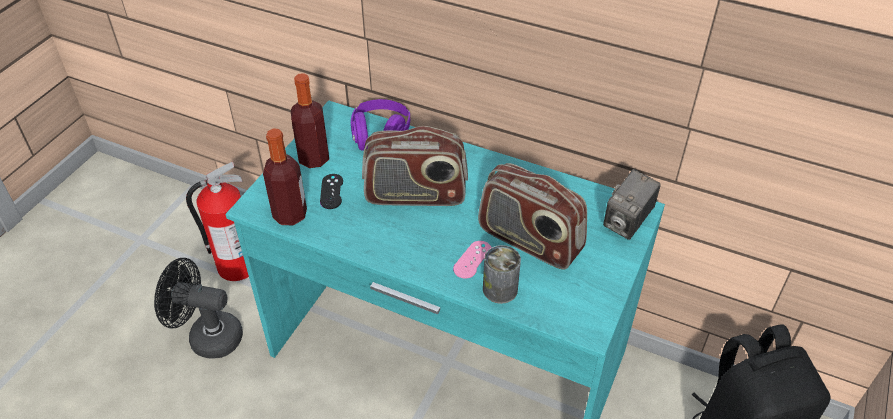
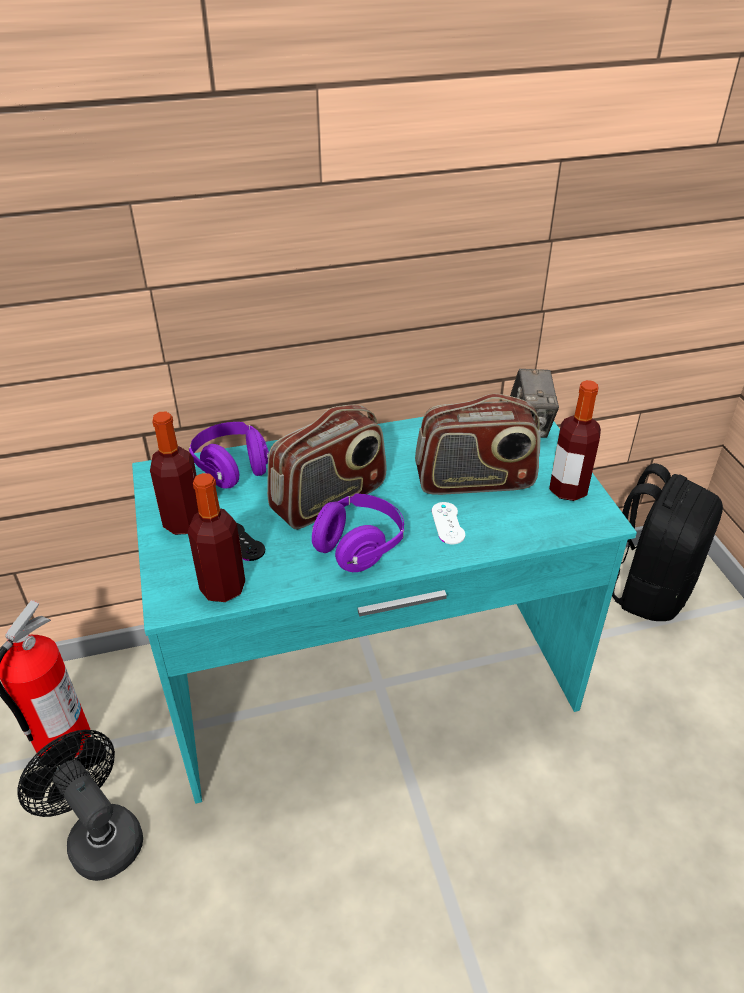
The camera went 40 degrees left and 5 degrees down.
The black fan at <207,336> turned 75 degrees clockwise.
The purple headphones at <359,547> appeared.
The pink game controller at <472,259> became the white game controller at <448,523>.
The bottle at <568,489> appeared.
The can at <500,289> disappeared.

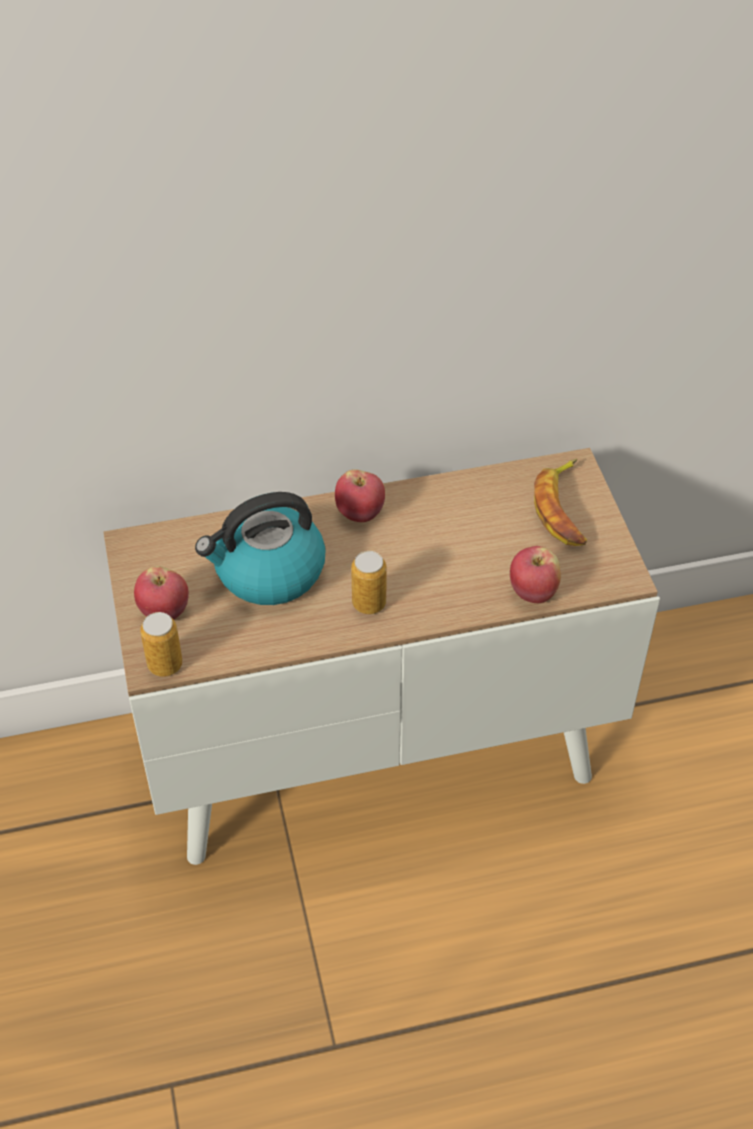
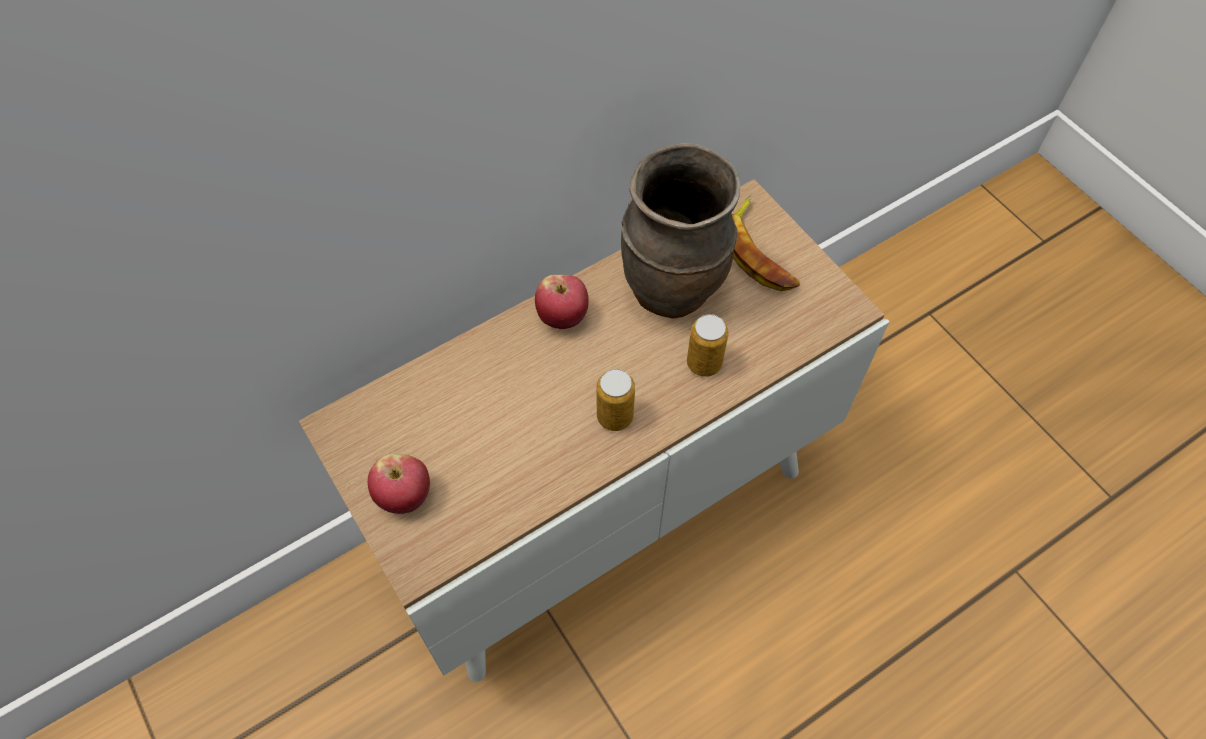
The camera went 20 degrees left and 10 degrees up.
The brown vase at <673,289> appeared.
The can moved from <165,664> to <704,363>.
The kettle at <268,572> disappeared.
The apple at <533,592> disappeared.

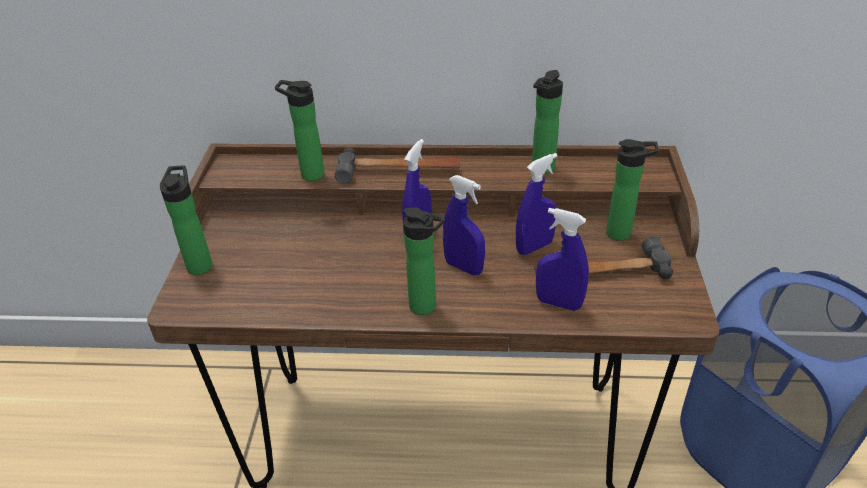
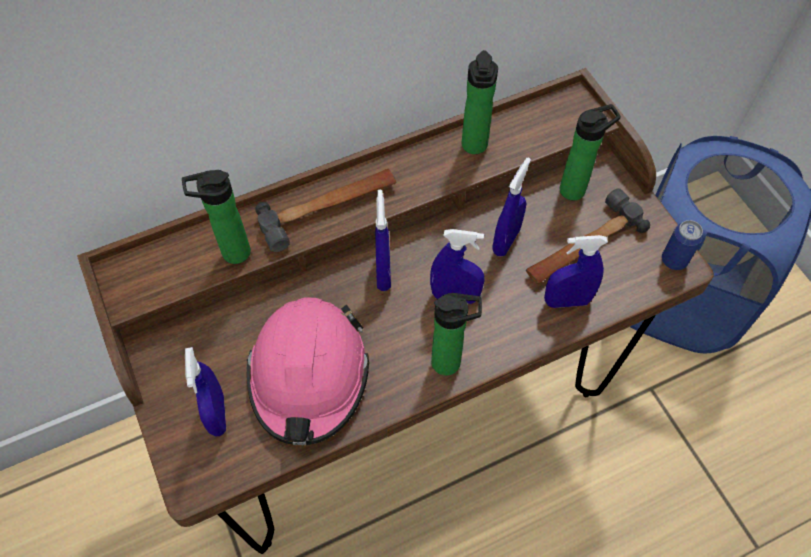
The camera went 30 degrees left and 20 degrees up.
The blue spray bottle at <217,414> appeared.
The pink hard hat at <309,376> appeared.
The can at <674,260> appeared.
The bottle at <200,264> disappeared.

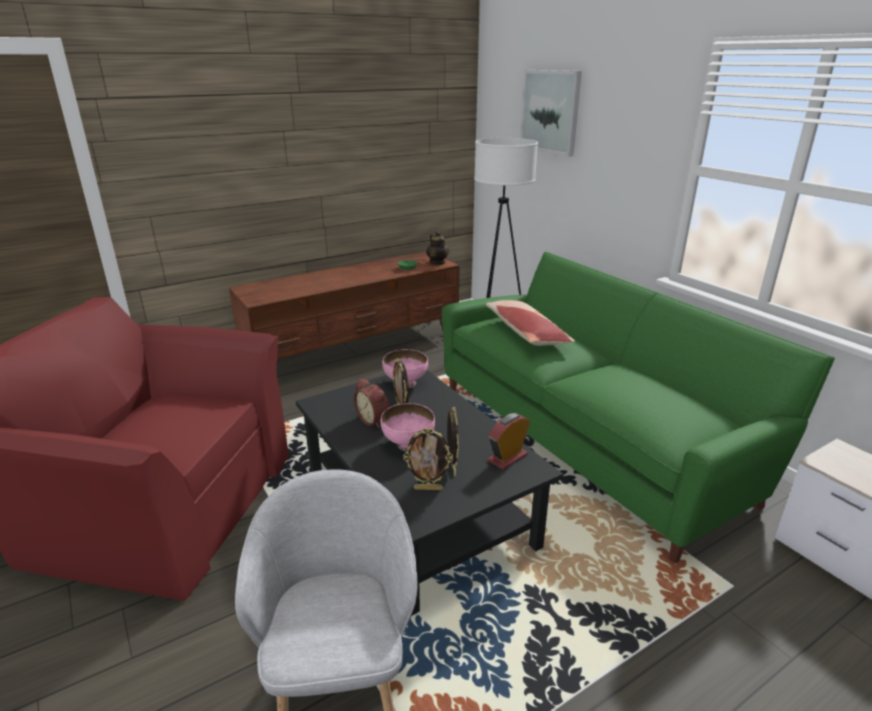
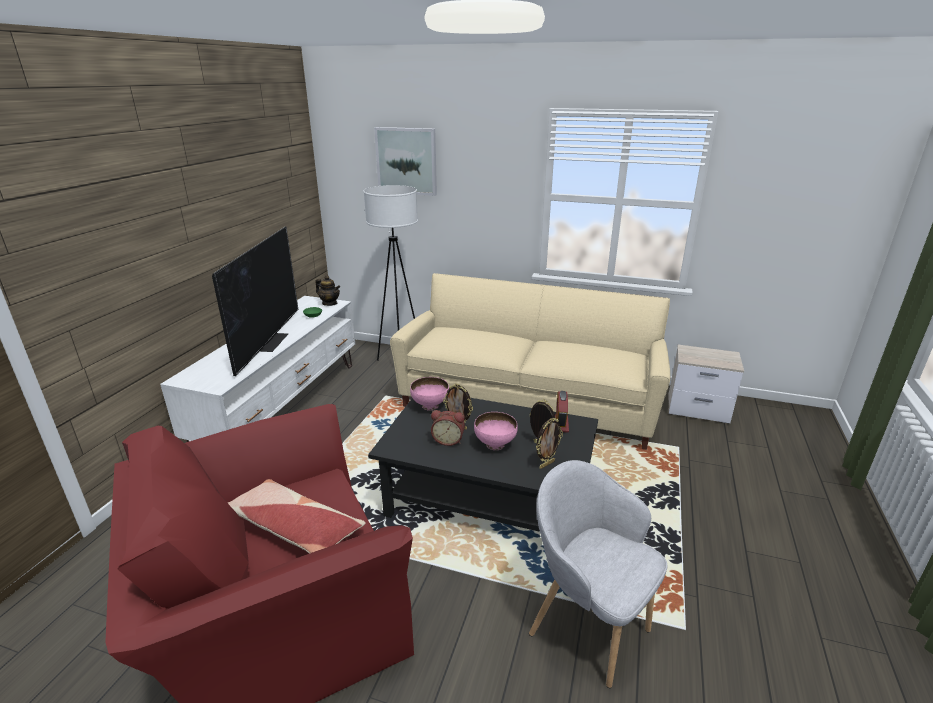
The camera went 40 degrees left and 0 degrees up.
The brown tv stand at <355,350> became the white tv stand at <283,406>.
The television at <269,341> appeared.
The pillow moved from <526,333> to <294,527>.
The green sofa at <590,438> became the beige sofa at <528,400>.

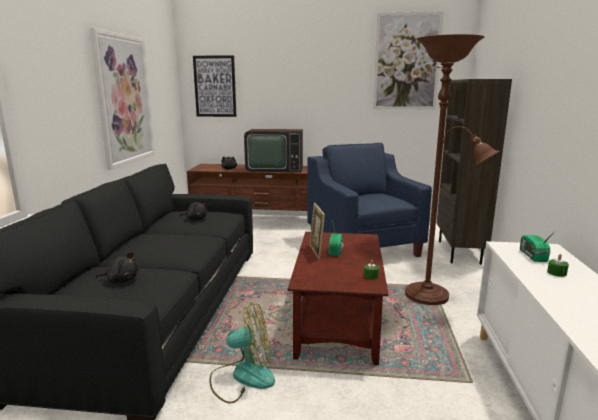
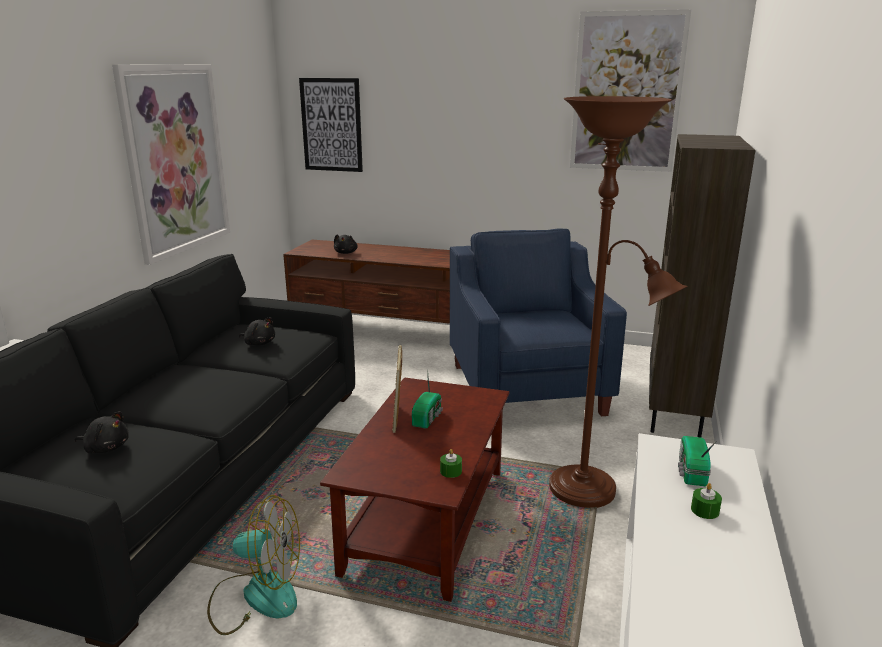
The camera went 10 degrees right and 5 degrees up.
The television at <274,169> disappeared.

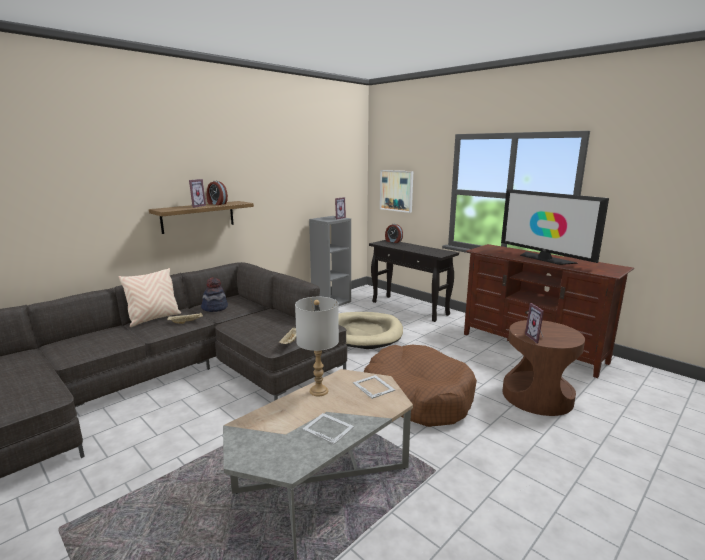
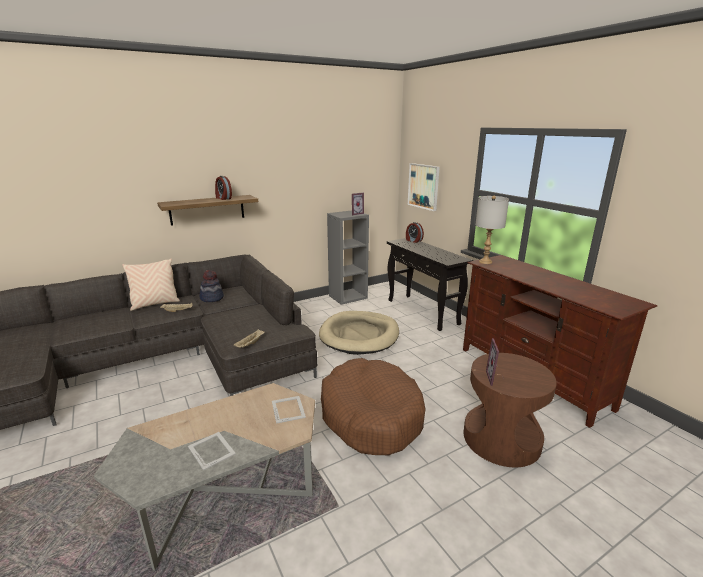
The camera went 15 degrees right and 5 degrees up.
The grey table lamp moved from <318,391> to <485,262>.
The picture frame at <195,206> disappeared.
The television at <544,258> disappeared.

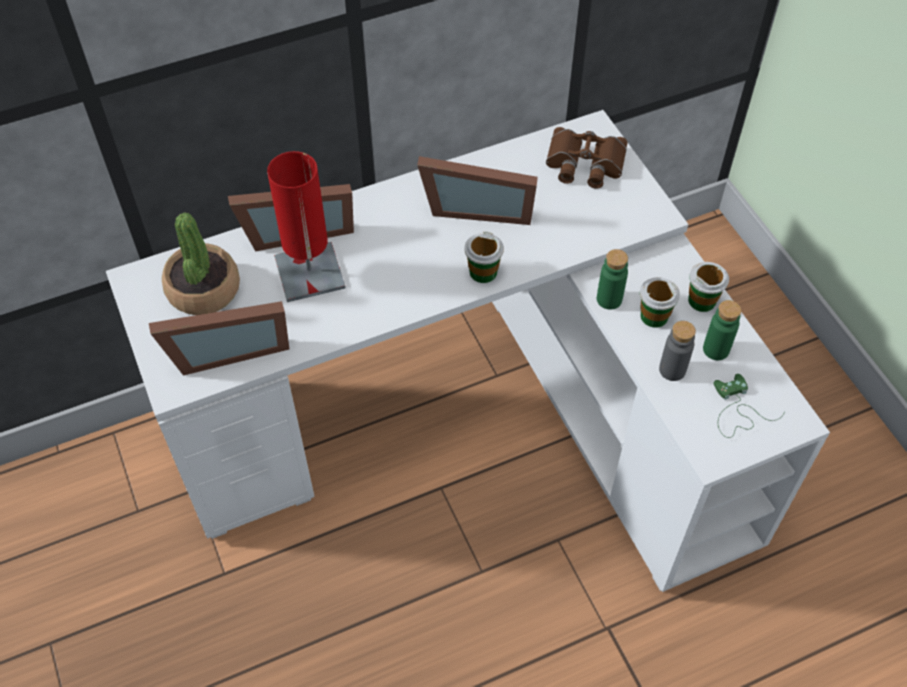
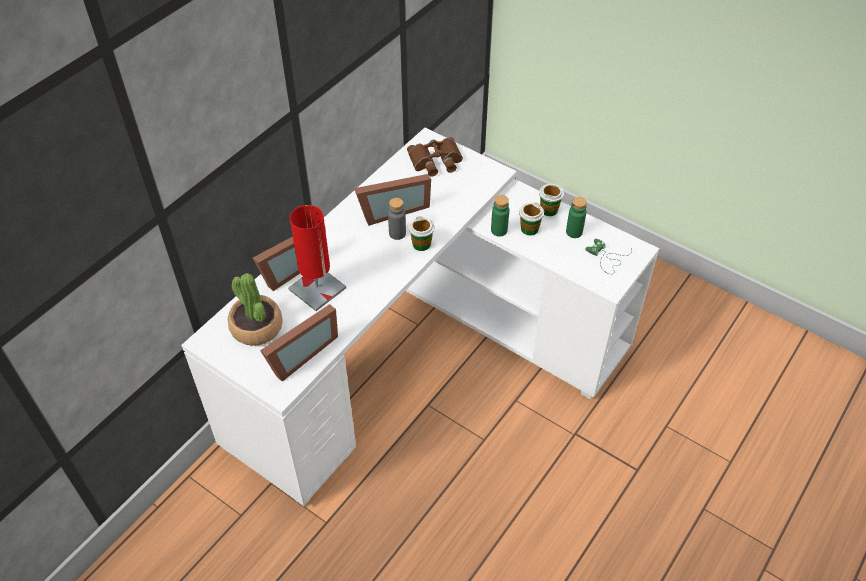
The camera went 30 degrees left and 5 degrees down.
The grey bottle moved from <672,370> to <397,233>.

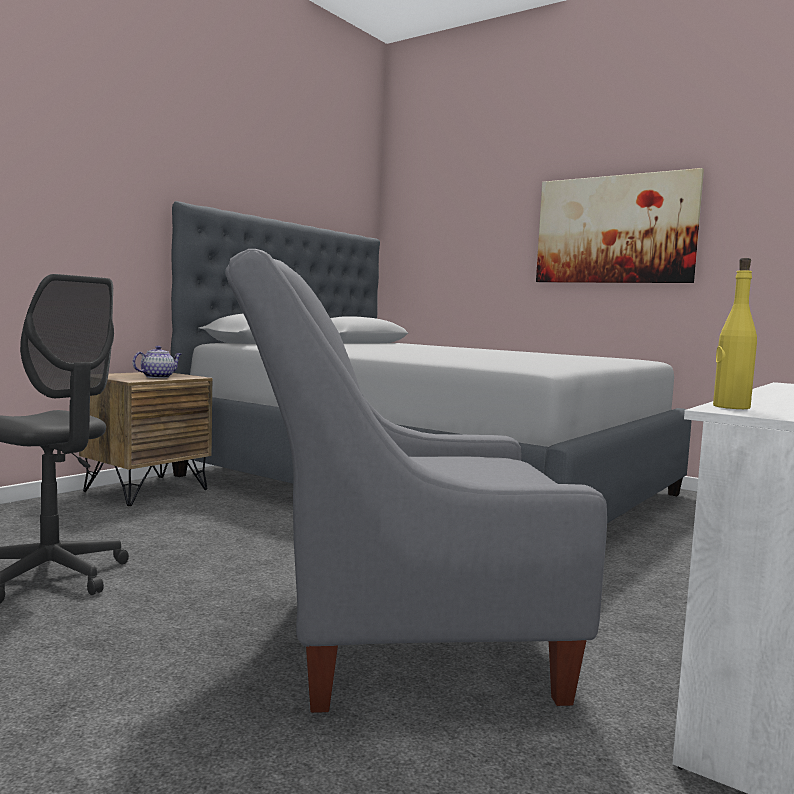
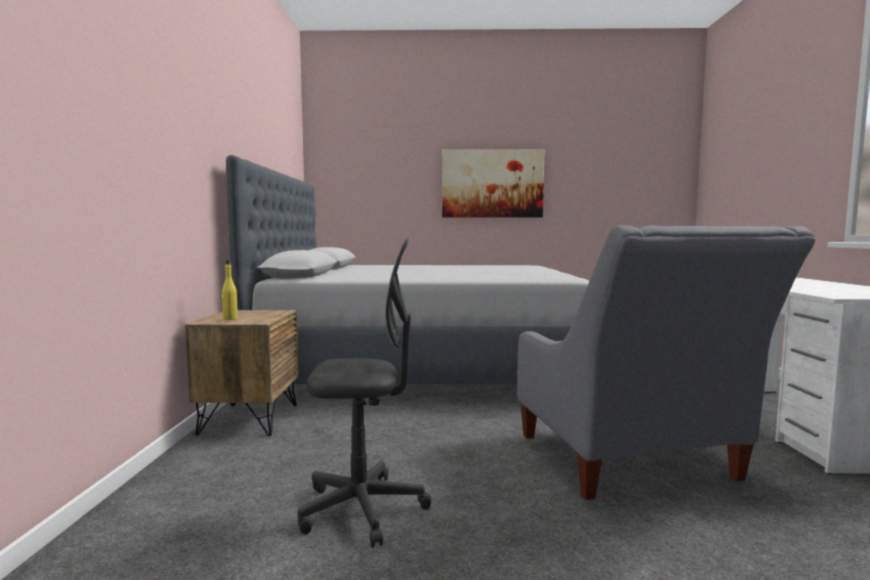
The camera went 35 degrees left and 0 degrees up.
The yellow bottle moved from <730,407> to <230,319>.
The grey armchair at <394,639> turned 60 degrees counterclockwise.
The teapot at <158,377> disappeared.

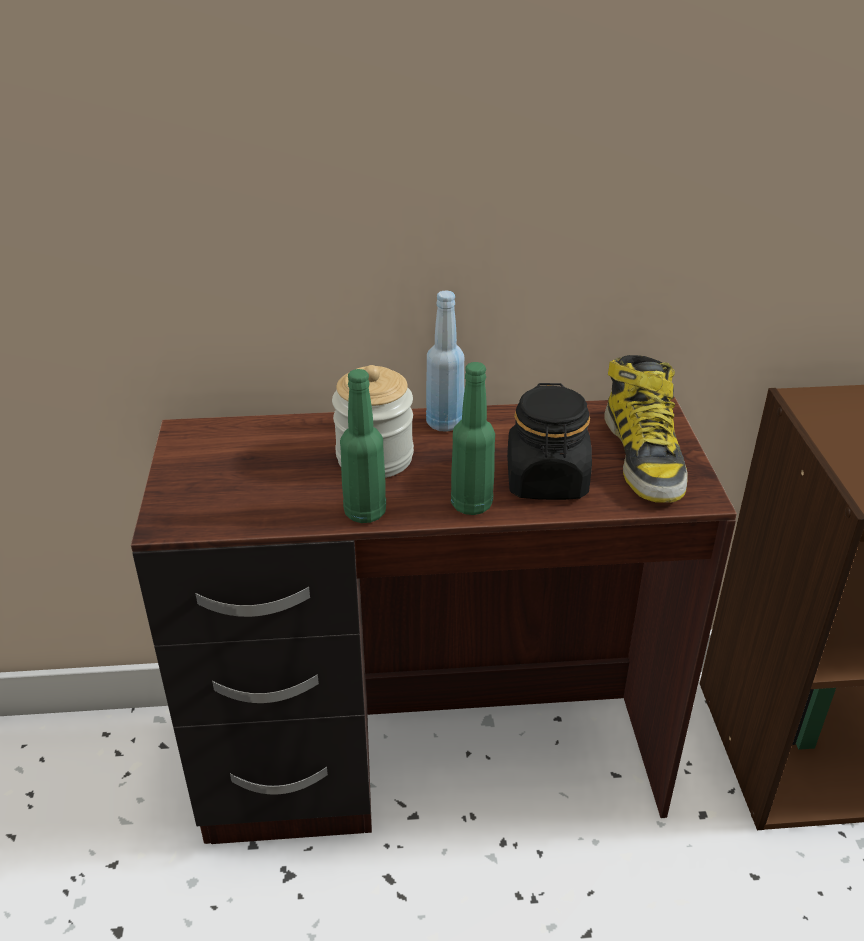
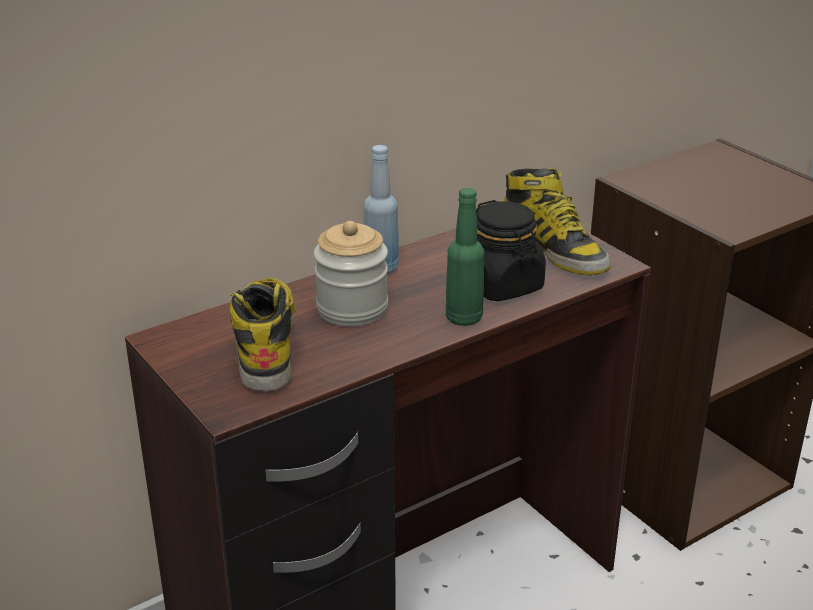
The camera went 30 degrees left and 5 degrees down.
The boot at <265,345> appeared.
The green bottle at <365,512> disappeared.

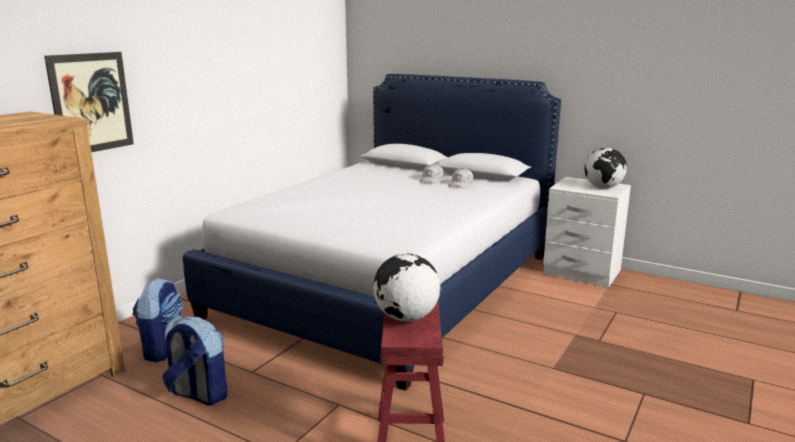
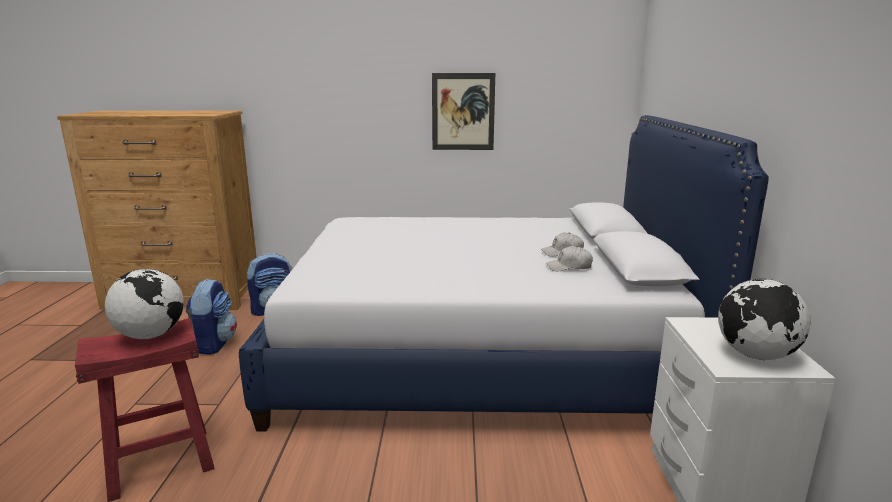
The camera went 60 degrees right and 0 degrees up.
The picture moved from <91,103> to <463,112>.

